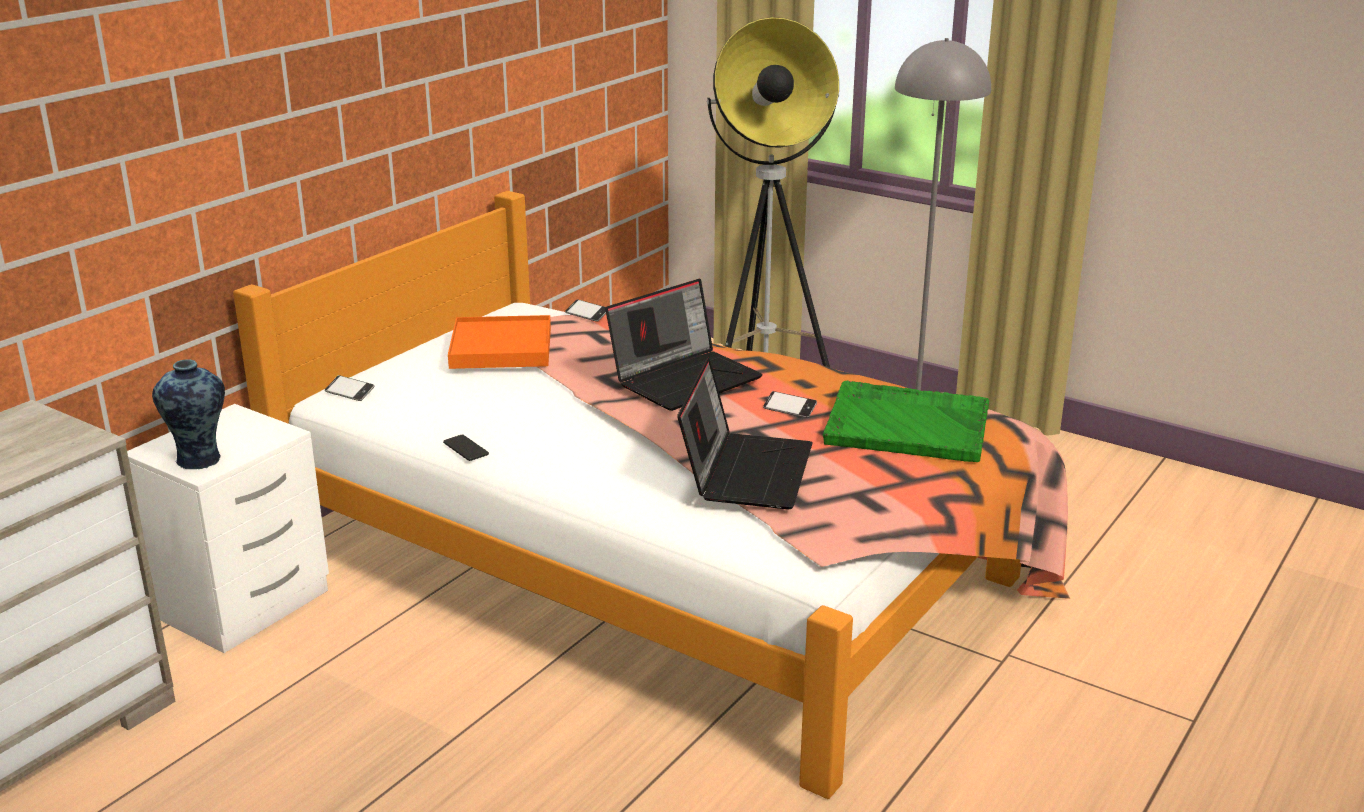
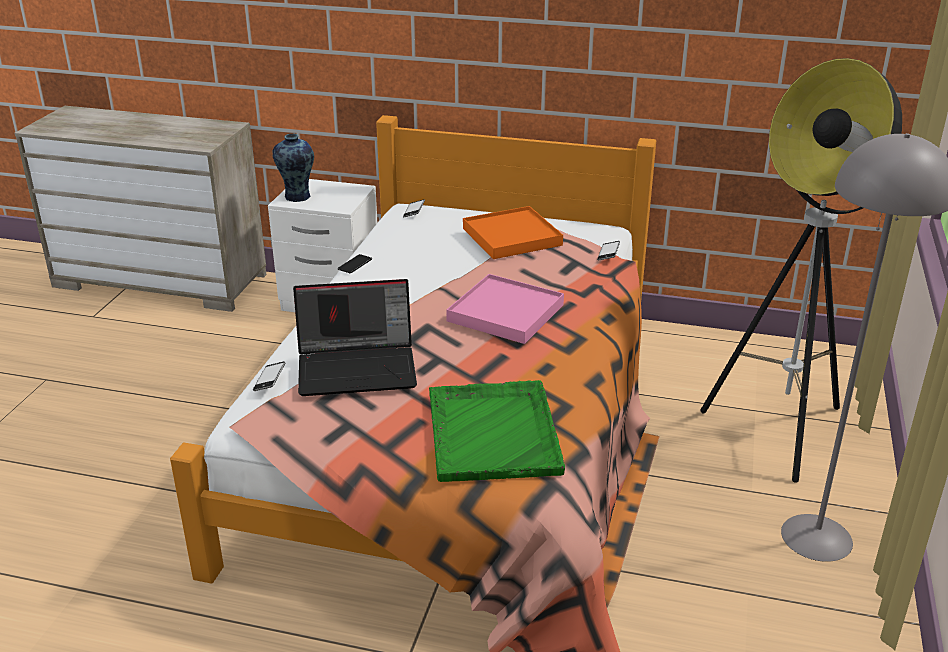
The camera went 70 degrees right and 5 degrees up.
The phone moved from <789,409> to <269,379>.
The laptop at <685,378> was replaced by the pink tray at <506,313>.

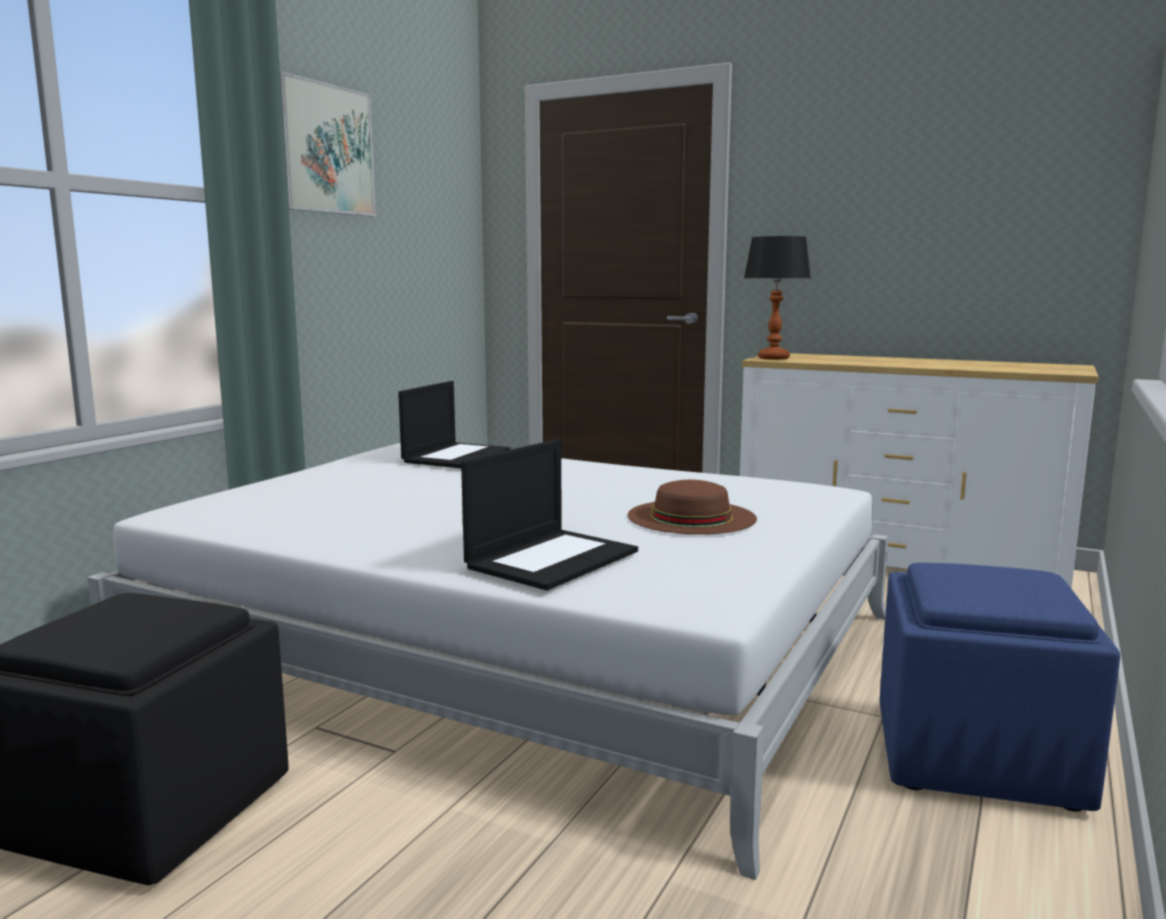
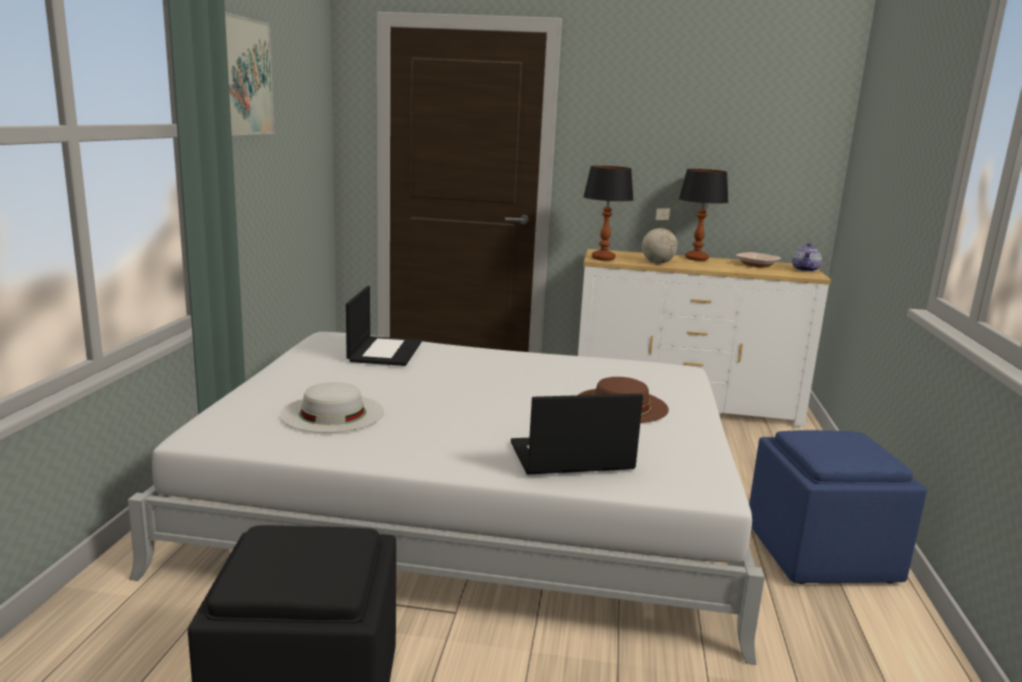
The camera went 20 degrees left and 5 degrees up.
The white hat at <332,413> appeared.
The laptop at <552,559> turned 120 degrees counterclockwise.
The globe at <657,263> appeared.
The table lamp at <696,259> appeared.
The bowl at <757,265> appeared.
The teapot at <805,270> appeared.

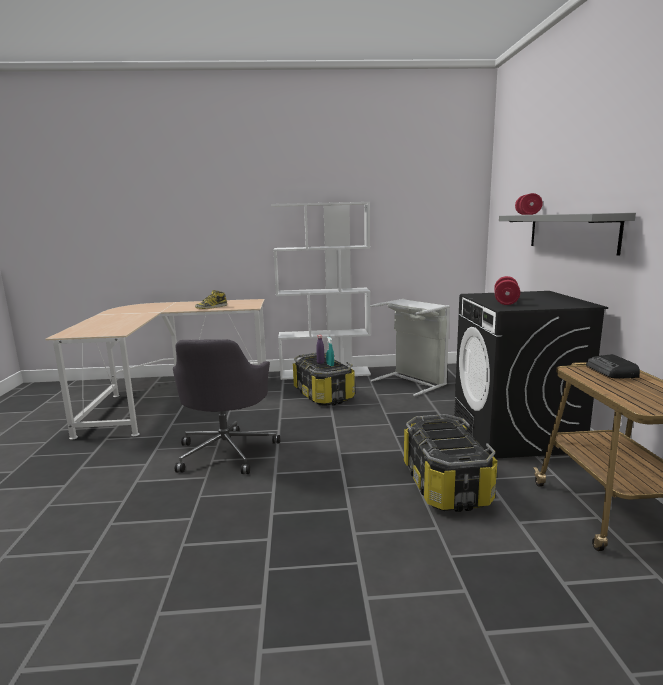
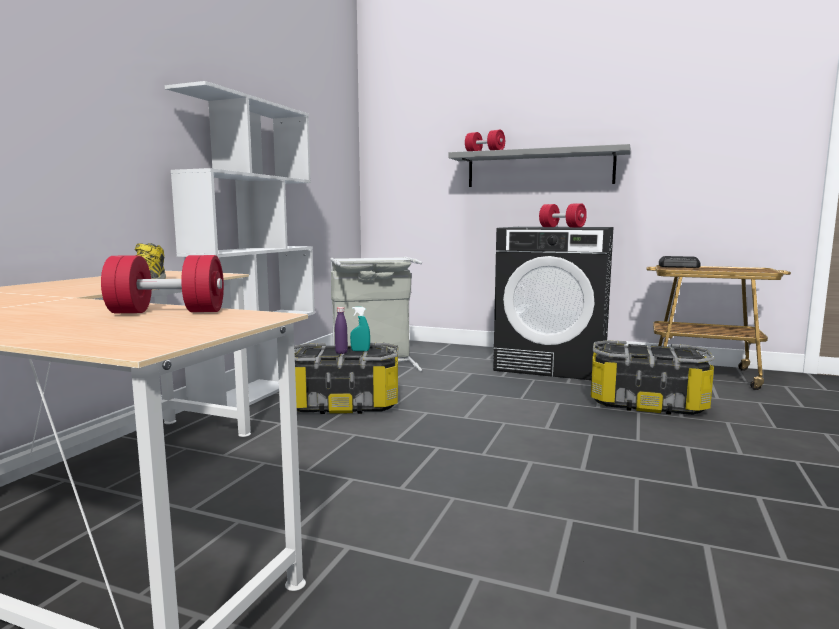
The camera went 65 degrees left and 5 degrees down.
The red dumbbell at <167,312> appeared.
The grey office chair at <227,451> disappeared.

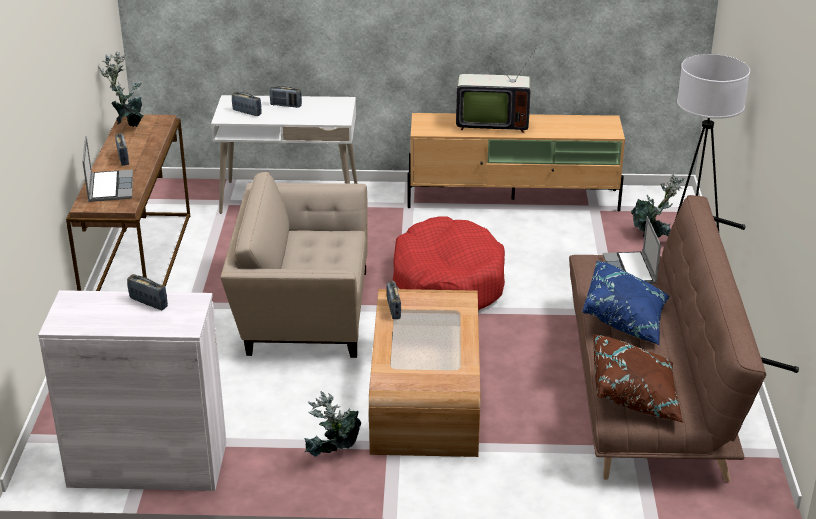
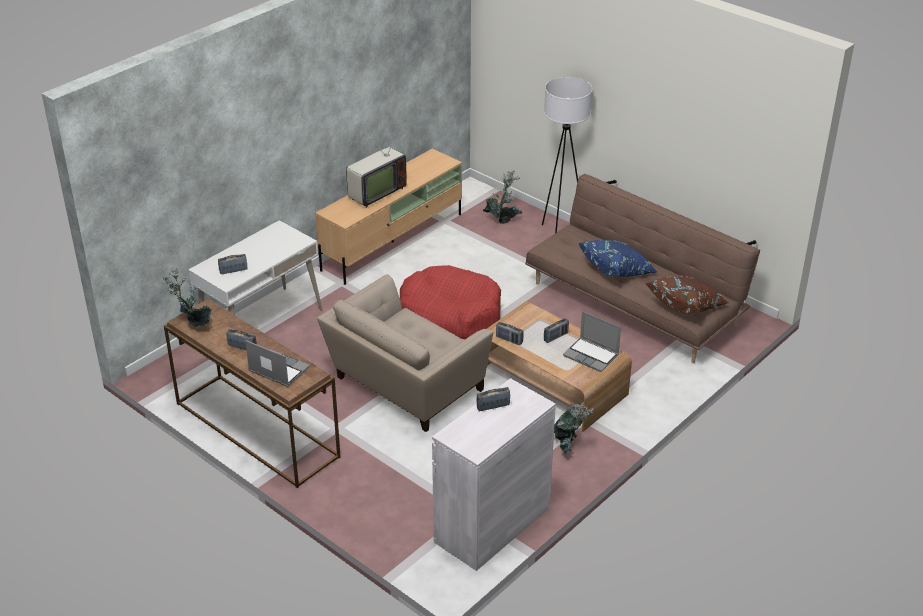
The camera went 50 degrees left and 5 degrees up.
The radio moved from <286,105> to <555,337>.
The laptop moved from <630,270> to <592,355>.

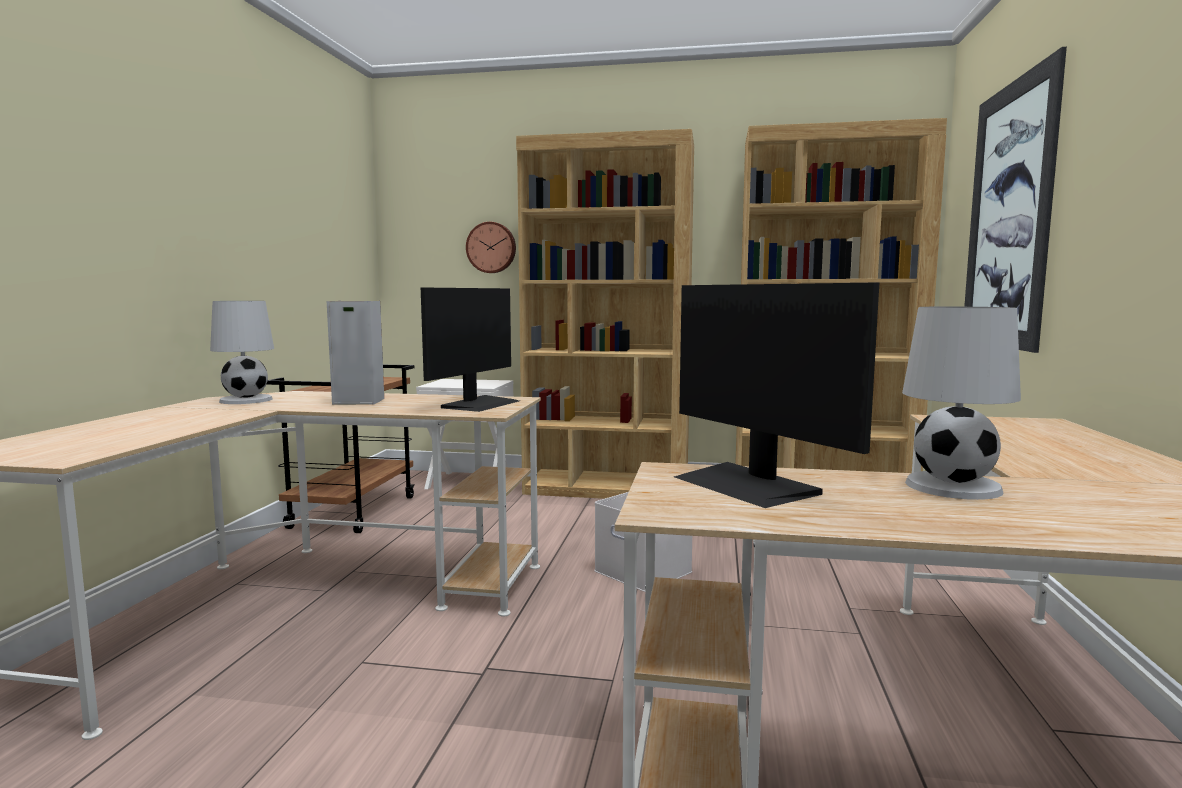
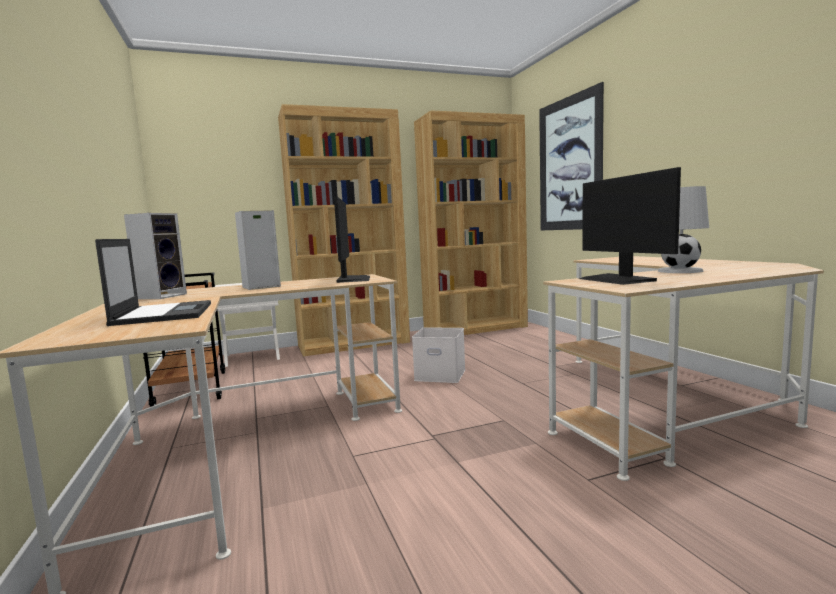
The camera went 30 degrees left and 0 degrees up.
The laptop at <164,313> appeared.
The white table lamp at <246,400> was replaced by the speaker at <162,296>.
The monitor at <748,485> turned 45 degrees clockwise.
The wall clock at <491,247> disappeared.

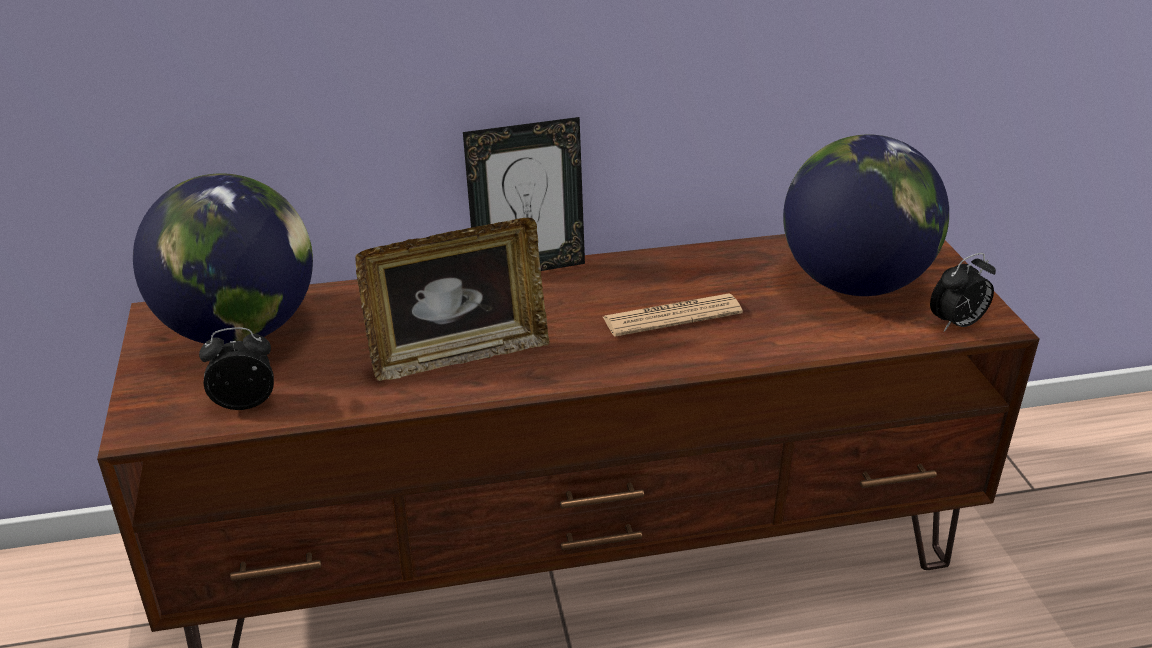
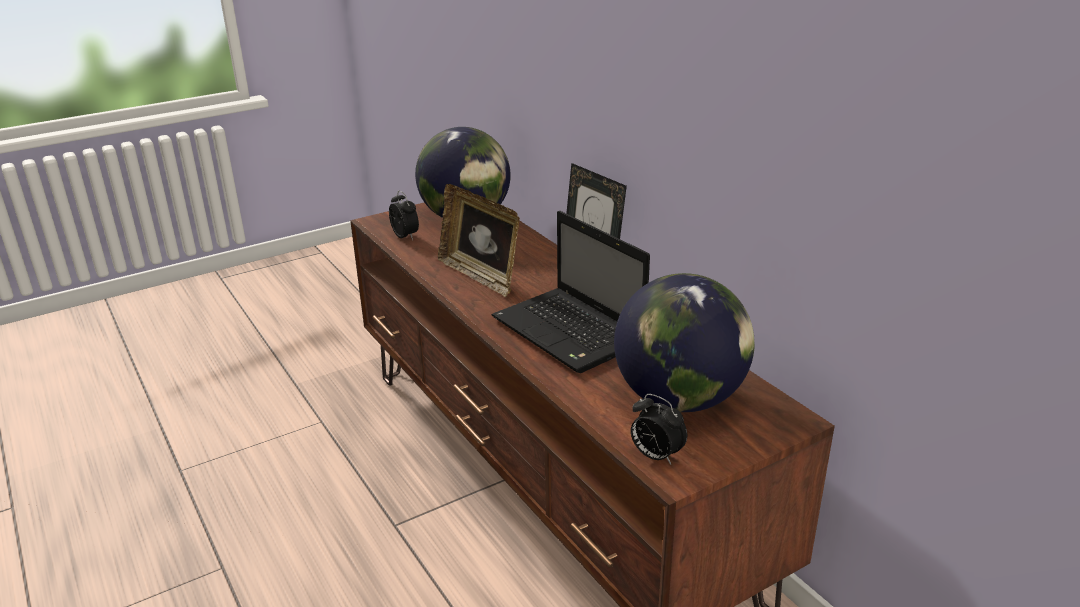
The camera went 70 degrees right and 5 degrees down.
The newspaper at <672,316> was replaced by the laptop at <571,332>.

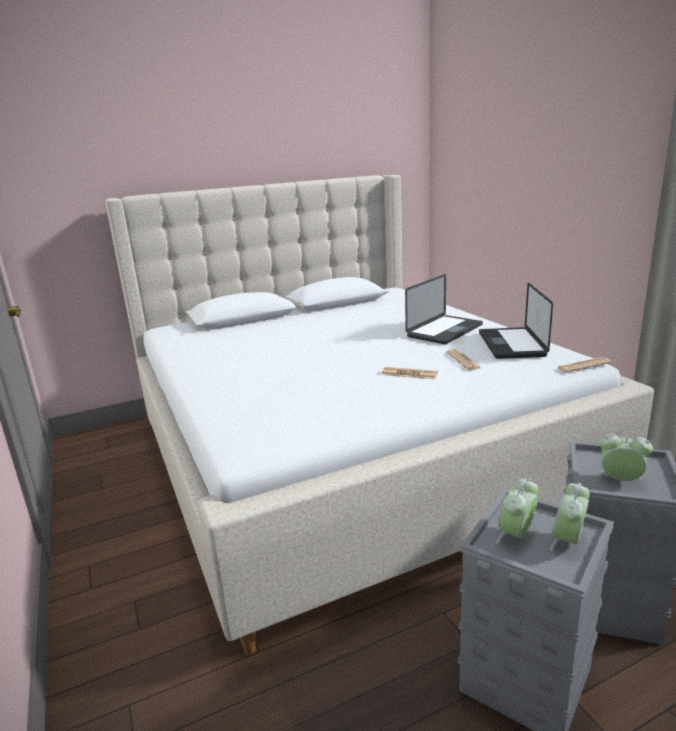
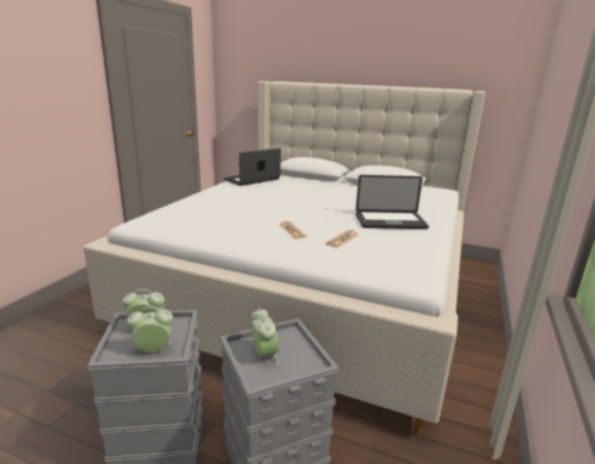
The camera went 45 degrees right and 0 degrees up.
The laptop moved from <511,344> to <252,180>.
The newspaper at <583,365> disappeared.

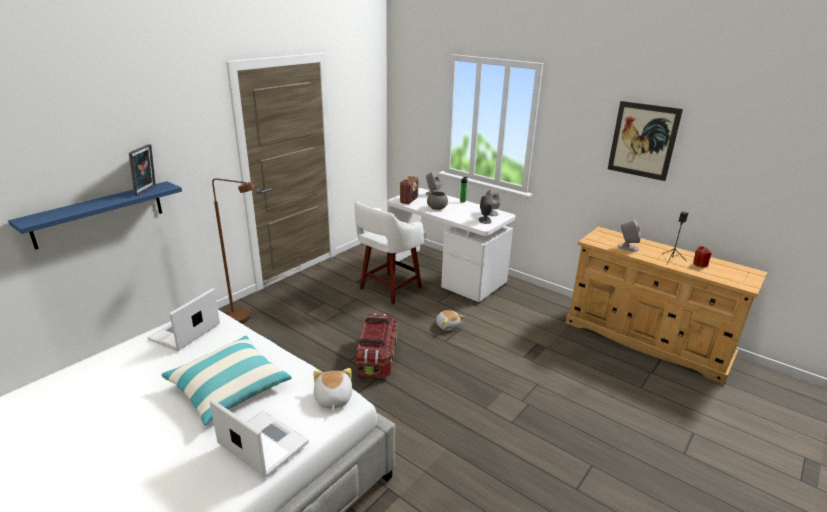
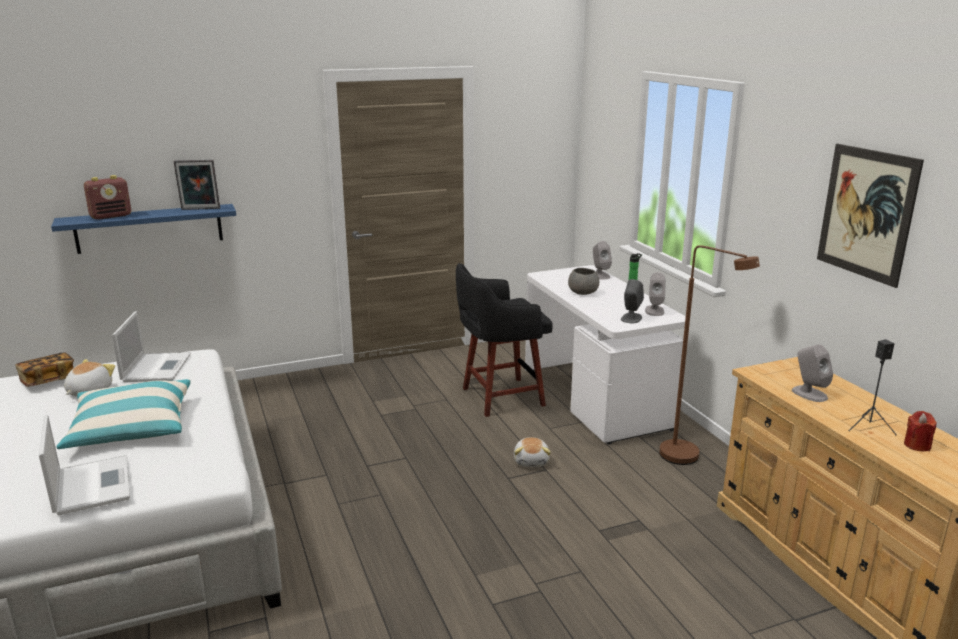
The camera went 30 degrees right and 5 degrees down.
The book at <48,381> appeared.
The plush toy moved from <332,399> to <88,391>.
The radio moved from <409,200> to <111,216>.
The laptop at <184,333> turned 120 degrees clockwise.
The picture frame at <147,190> turned 45 degrees clockwise.
The white stool at <389,289> became the black stool at <500,397>.
The brown floor lamp moved from <243,319> to <689,458>.
The storage box at <377,358> disappeared.

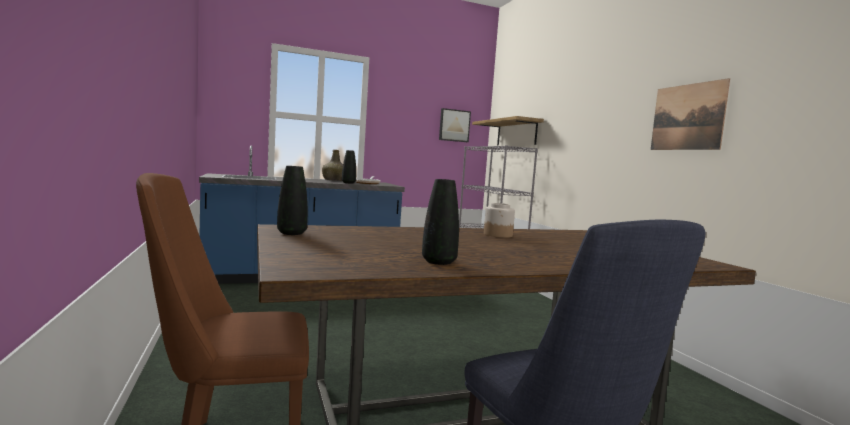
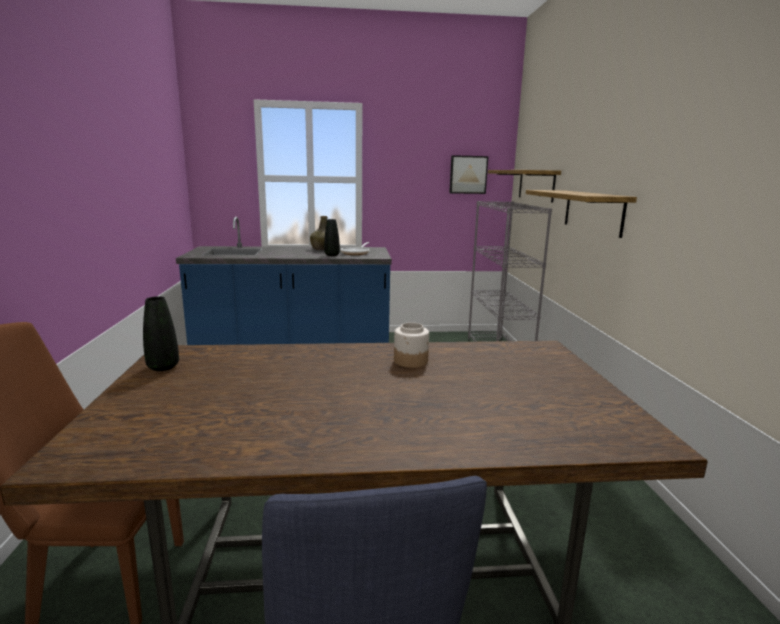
The camera went 15 degrees right and 10 degrees up.
The shelf at <593,211> appeared.
The black vase at <439,262> disappeared.
The picture at <687,117> disappeared.

